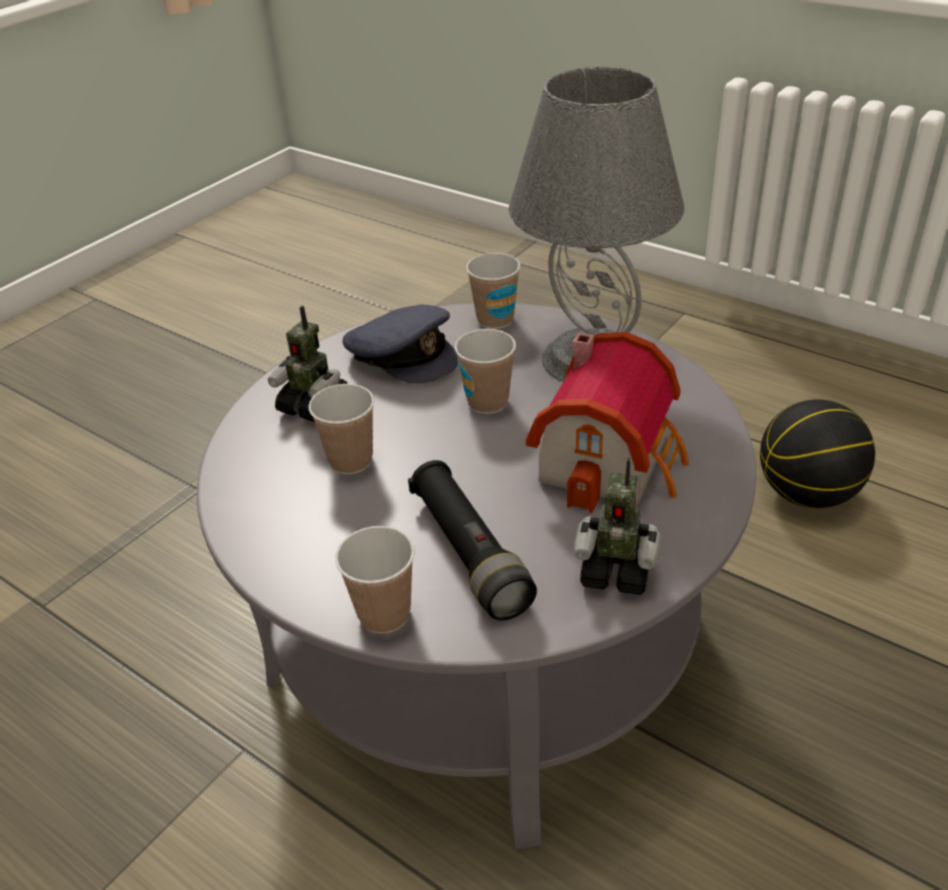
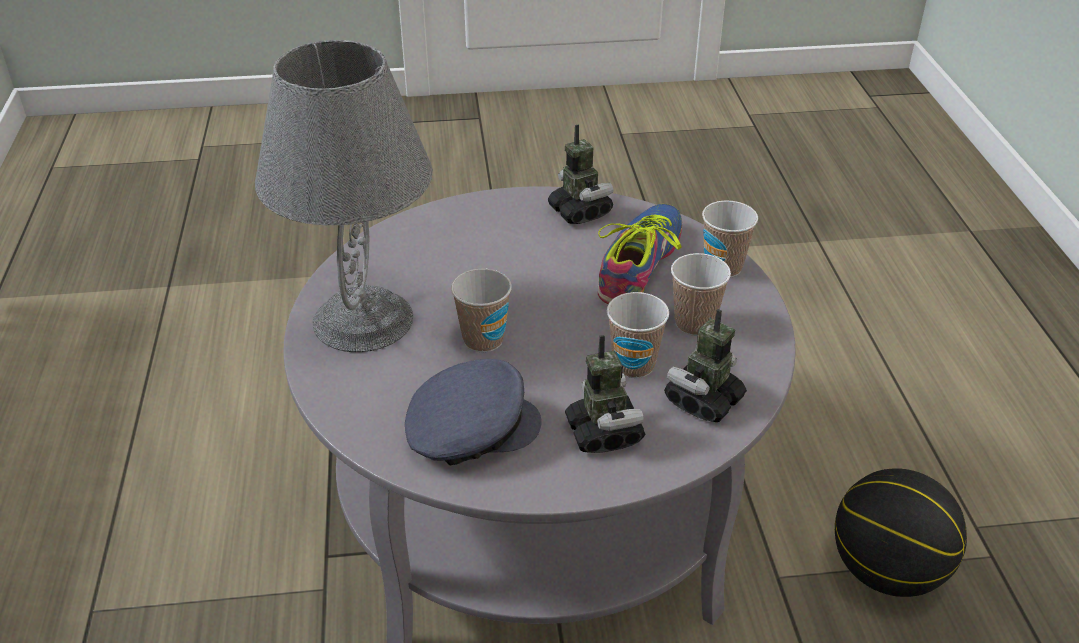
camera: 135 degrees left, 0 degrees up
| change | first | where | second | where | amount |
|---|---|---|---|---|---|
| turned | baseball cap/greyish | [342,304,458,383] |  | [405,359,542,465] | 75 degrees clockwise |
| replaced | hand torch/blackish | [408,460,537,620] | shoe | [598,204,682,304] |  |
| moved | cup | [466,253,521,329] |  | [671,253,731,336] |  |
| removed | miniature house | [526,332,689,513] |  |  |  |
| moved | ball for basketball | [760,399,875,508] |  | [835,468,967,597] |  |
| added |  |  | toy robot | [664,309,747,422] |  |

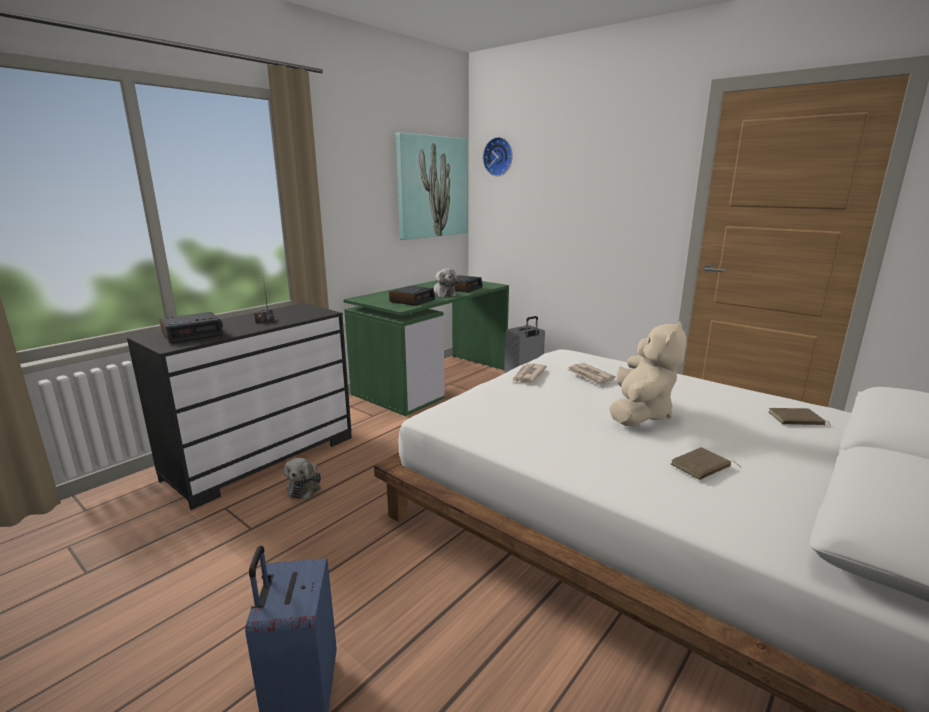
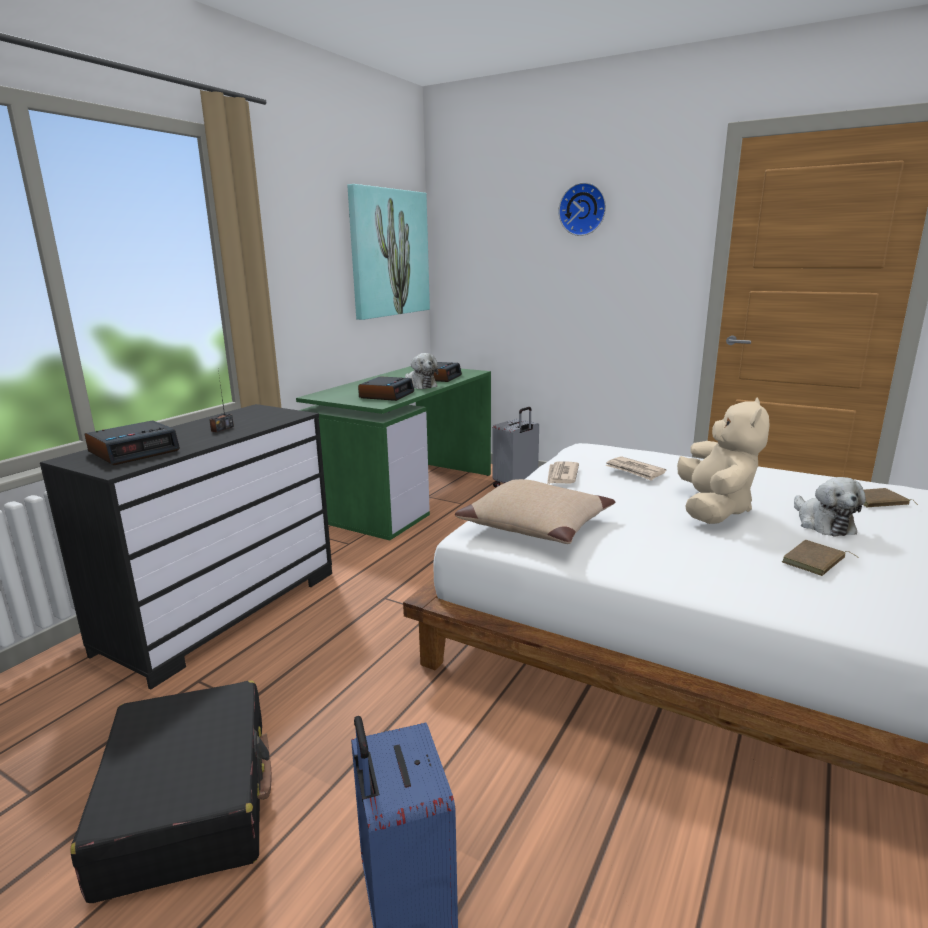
camera: 10 degrees left, 0 degrees up
| change | first | where | second | where | amount |
|---|---|---|---|---|---|
| moved | cuddly toy | [284,458,321,499] |  | [794,477,866,536] |  |
| moved | wall clock | [483,137,513,176] |  | [558,182,606,236] |  |
| added |  |  | piece of luggage/blackish | [70,681,272,903] |  |
| added |  |  | cushion/beige | [455,479,616,544] |  |

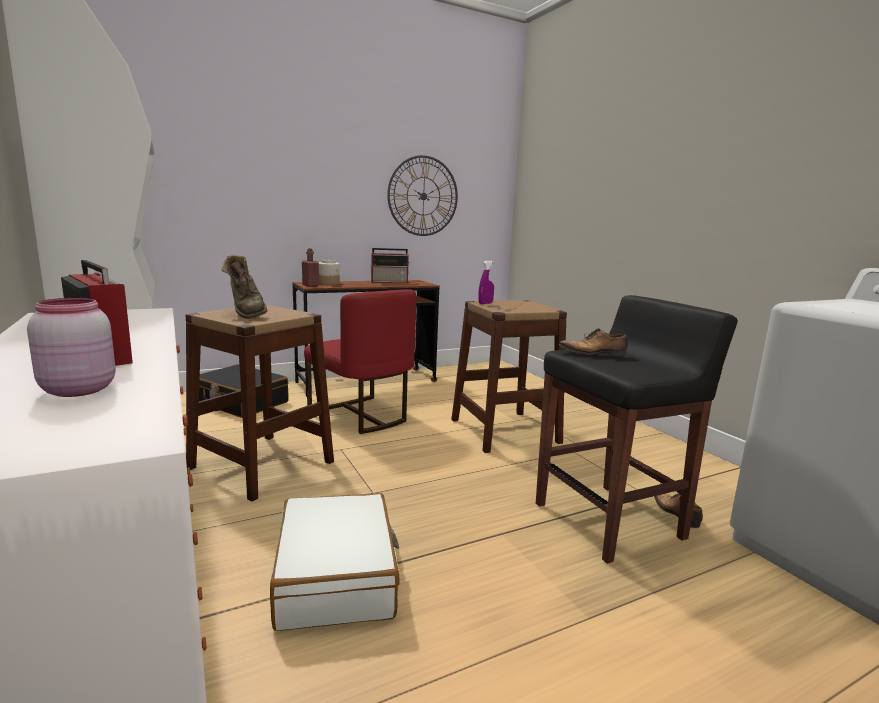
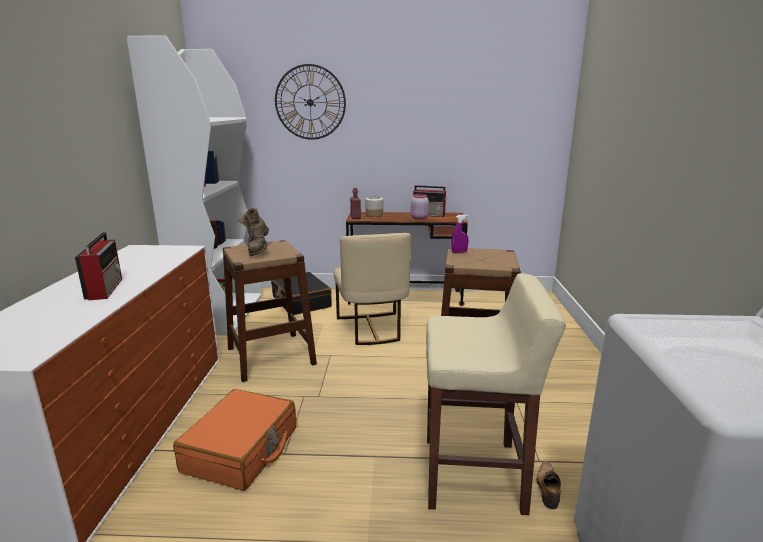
camera: 30 degrees right, 5 degrees up
| change | first | where | second | where | amount |
|---|---|---|---|---|---|
| moved | jar/pink | [27,298,116,397] |  | [411,194,429,219] |  |
| recoloured | piece of luggage/whitish | [270,493,400,631] | piece of luggage/orange-coloured | [173,389,296,491] |  |
| recoloured | upright chair/reddish | [304,289,416,434] | upright chair/beige | [334,233,411,345] |  |
| moved | wall clock | [387,155,458,236] |  | [275,64,346,140] |  |
| recoloured | sitting stool/blackish | [536,295,738,564] | sitting stool/beige | [426,273,566,515] |  |
| removed | shoe | [558,328,628,356] |  |  |  |

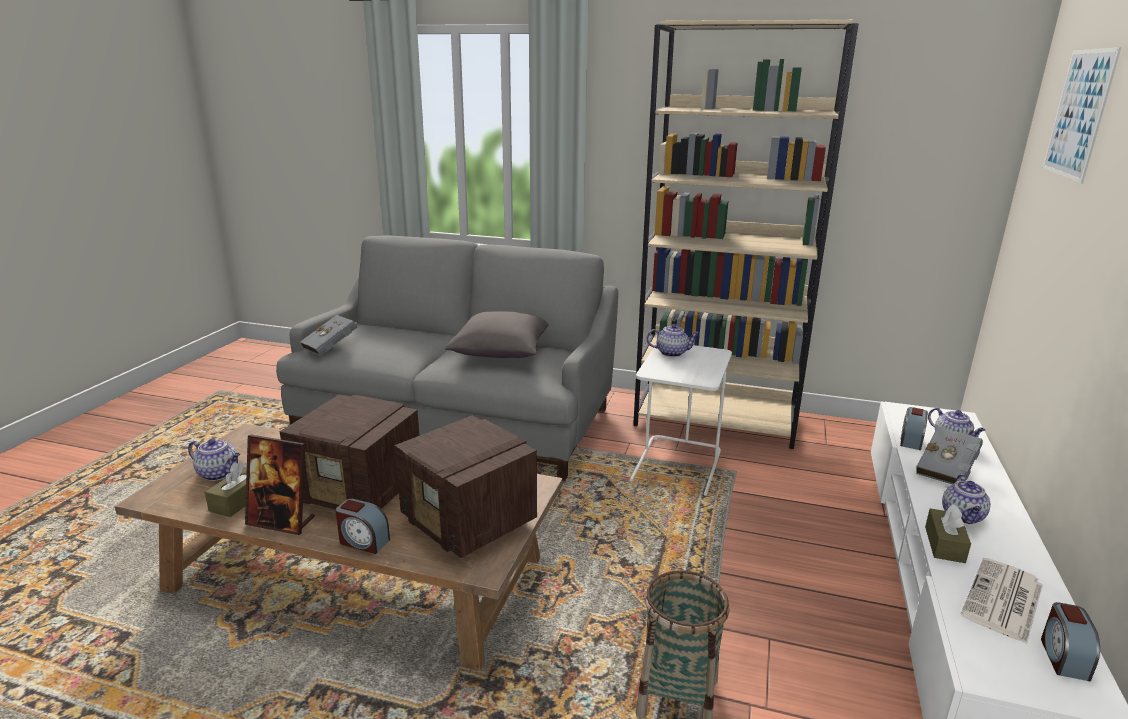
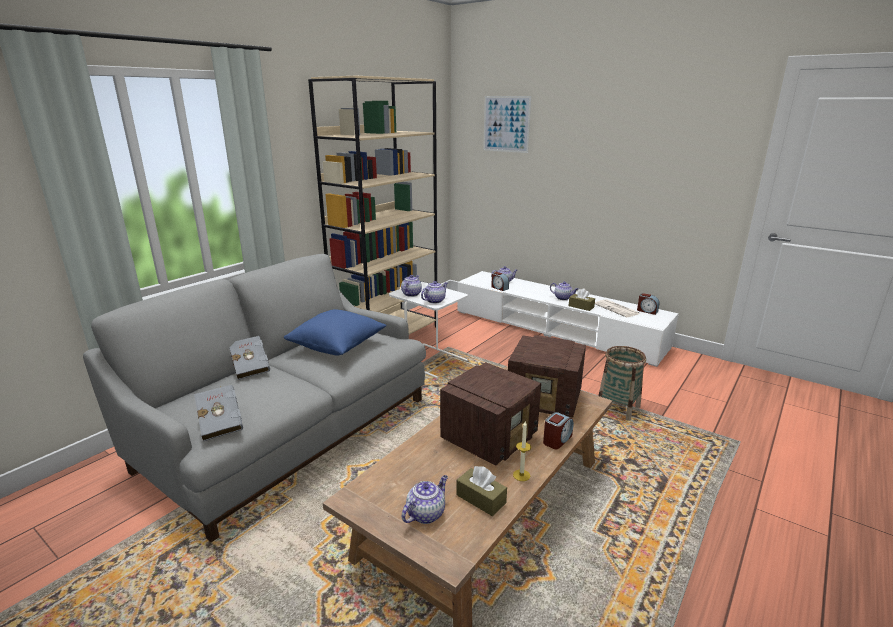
camera: 70 degrees left, 0 degrees up
| change | first | where | second | where | amount |
|---|---|---|---|---|---|
| replaced | standing frame | [245,435,315,535] | candle | [513,420,531,481] |  |
| turned | radio set | [395,415,537,558] |  | [508,335,586,418] | 45 degrees clockwise |
| recoloured | cushion/greyish | [445,311,548,358] | cushion/blue-coloured | [284,309,387,356] |  |
| moved | book/greyish | [916,427,983,485] |  | [229,336,270,380] |  |
| added |  |  | tea pot | [421,281,448,304] |  |

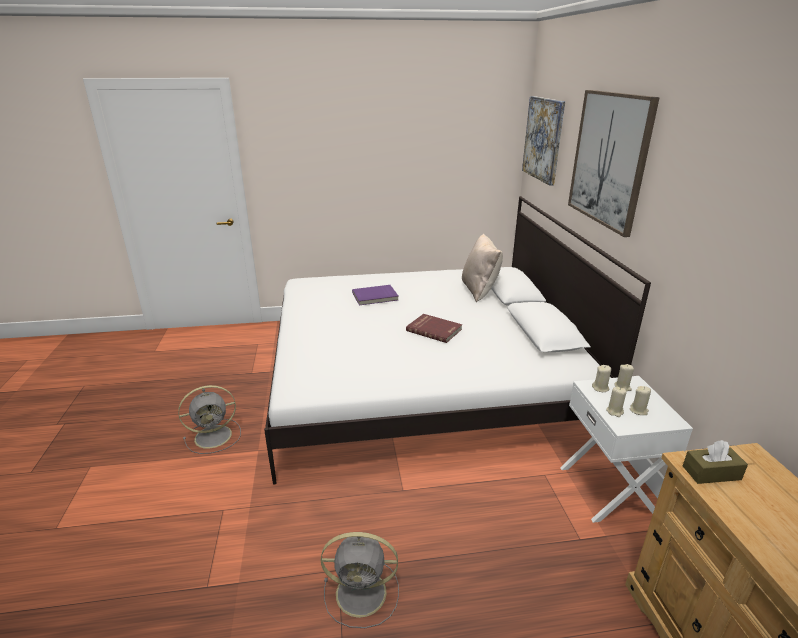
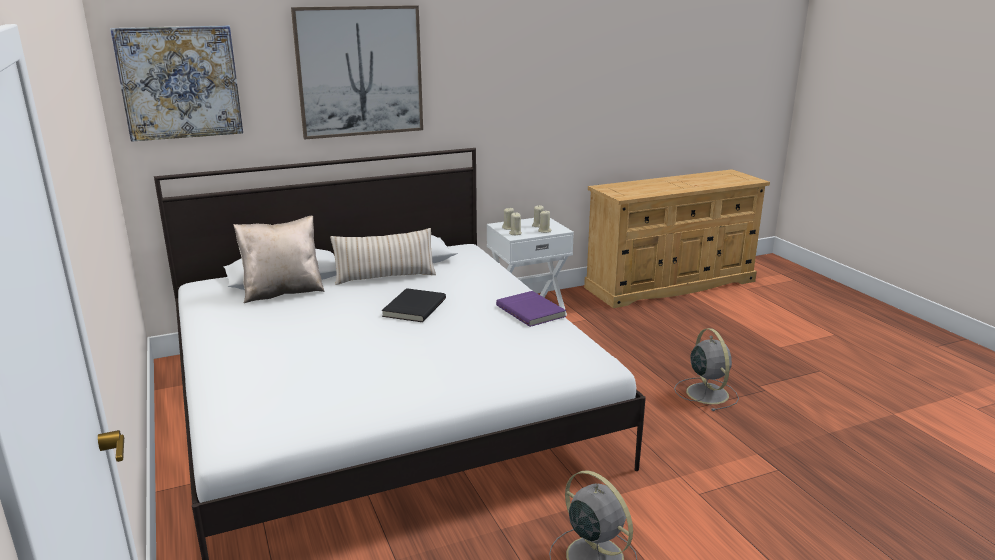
camera: 105 degrees left, 5 degrees down
| change | first | where | second | where | amount |
|---|---|---|---|---|---|
| moved | book/purple | [352,285,398,305] |  | [496,291,566,327] |  |
| recoloured | book/reddish | [406,314,462,343] | book/blackish | [382,288,446,322] |  |
| removed | box of tissues/brown | [683,440,748,484] |  |  |  |
| added |  |  | cushion/beige | [330,228,436,285] |  |

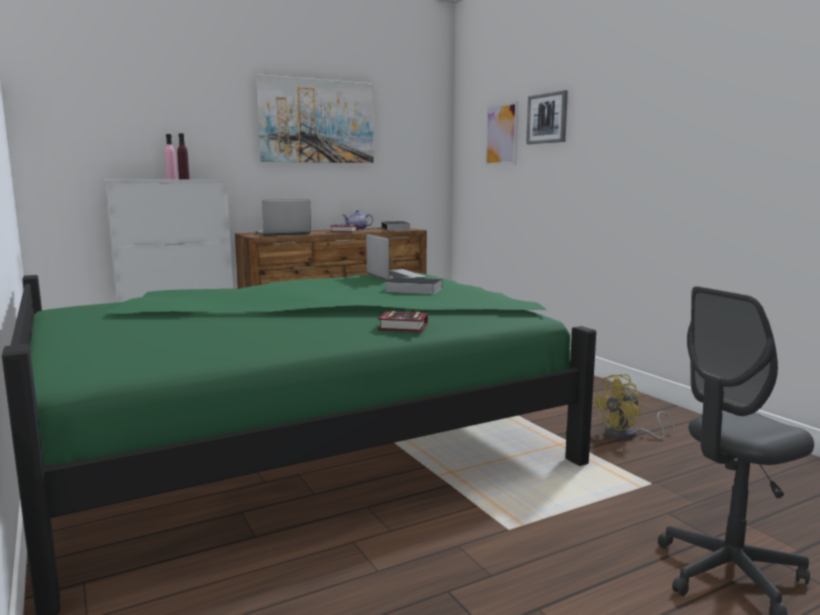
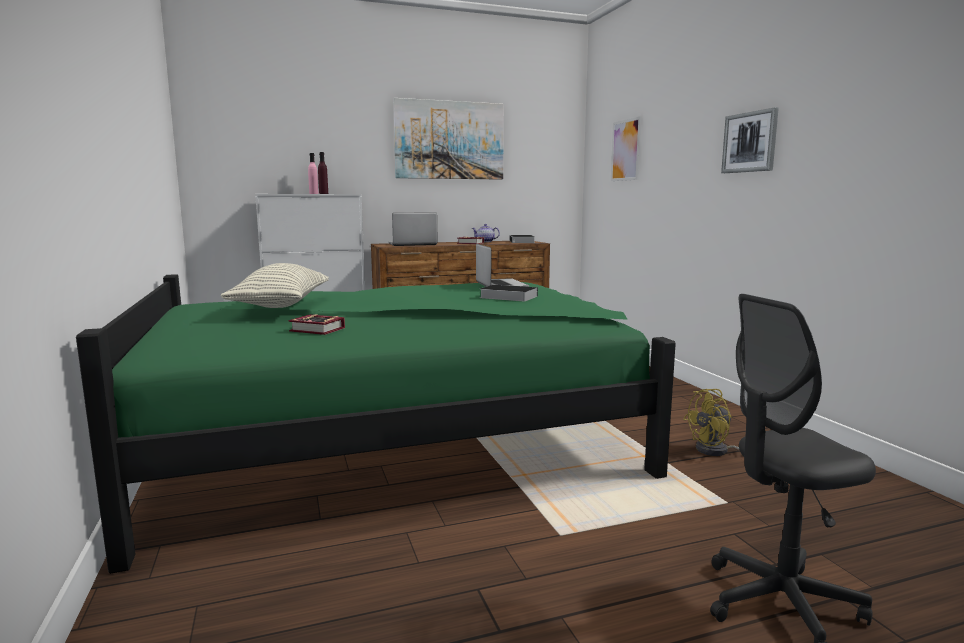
camera: 10 degrees right, 0 degrees up
| change | first | where | second | where | amount |
|---|---|---|---|---|---|
| moved | book | [378,311,428,332] |  | [288,314,345,335] |  |
| moved | wall art | [526,90,568,144] |  | [721,107,779,173] |  |
| added |  |  | cushion | [221,263,329,308] |  |

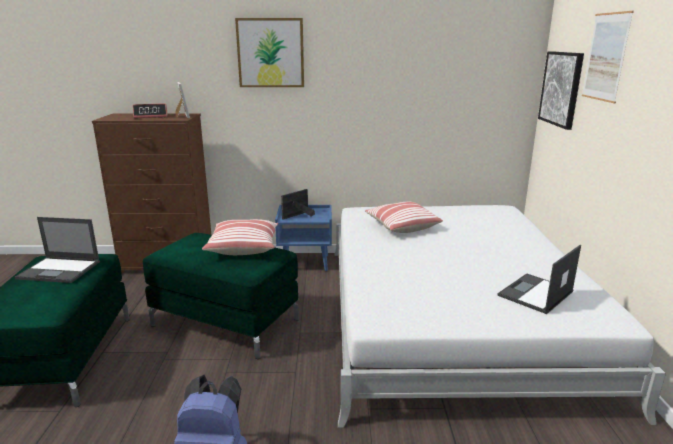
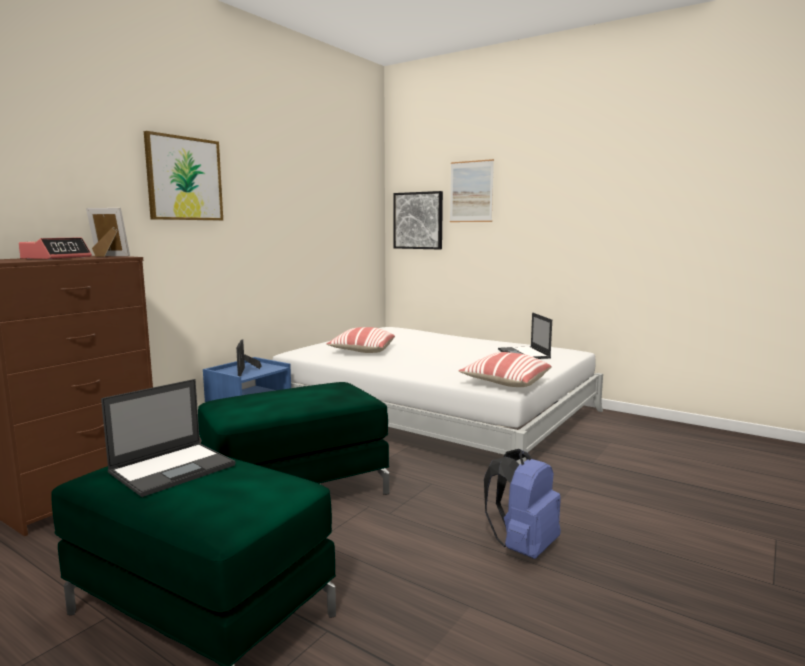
camera: 55 degrees left, 10 degrees down
| change | first | where | second | where | amount |
|---|---|---|---|---|---|
| moved | cushion | [202,219,278,255] |  | [459,352,551,387] |  |

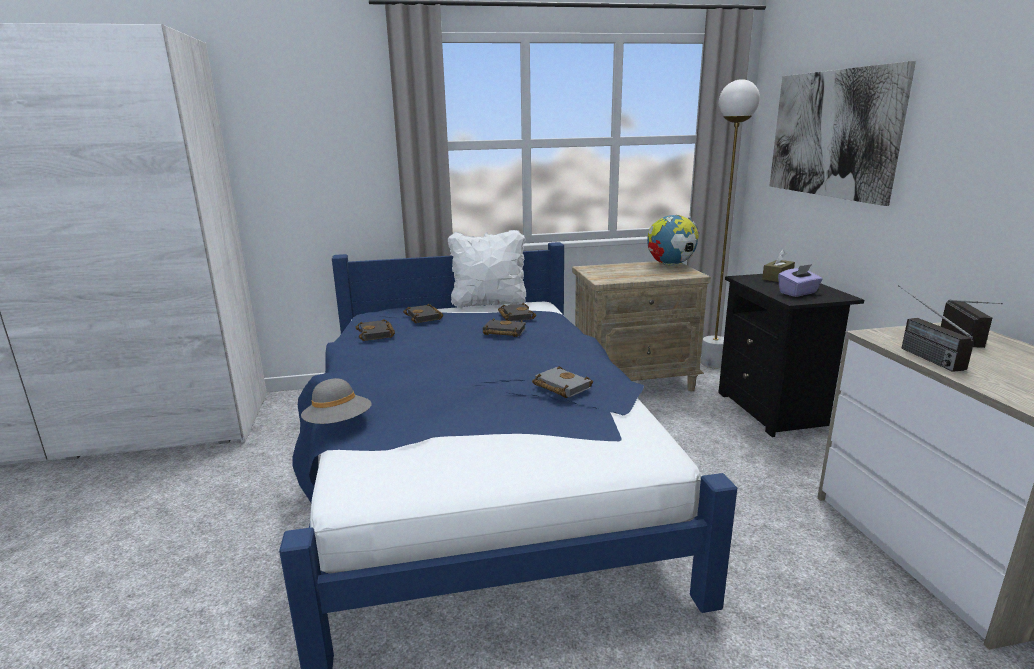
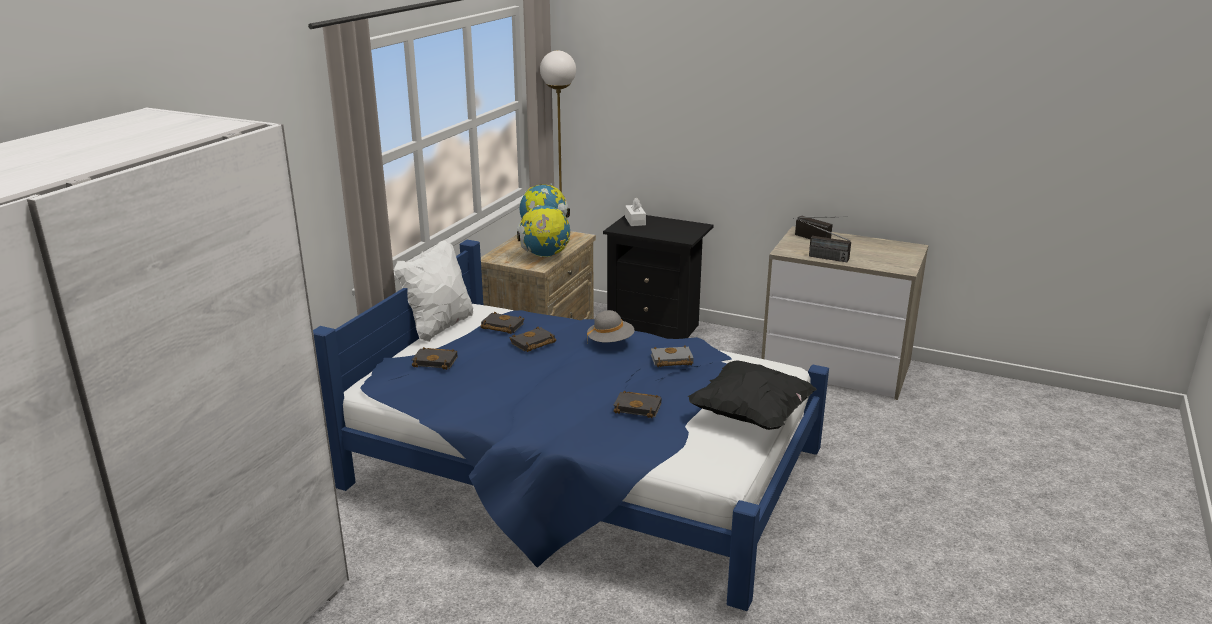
camera: 55 degrees left, 5 degrees up
| change | first | where | second | where | amount |
|---|---|---|---|---|---|
| moved | clothing hat/greyish | [301,378,372,424] |  | [587,310,634,342] |  |
| moved | book/blackish | [356,319,395,341] |  | [613,391,661,418] |  |
| recoloured | box of tissues/brown | [762,250,795,282] | box of tissues/whitish | [625,198,646,226] |  |
| removed | wall art | [769,61,916,206] |  |  |  |
| removed | box of tissues/purple | [778,264,823,297] |  |  |  |
| added |  |  | world globe | [517,205,570,257] |  |
| added |  |  | cushion/blackish | [687,360,817,430] |  |

